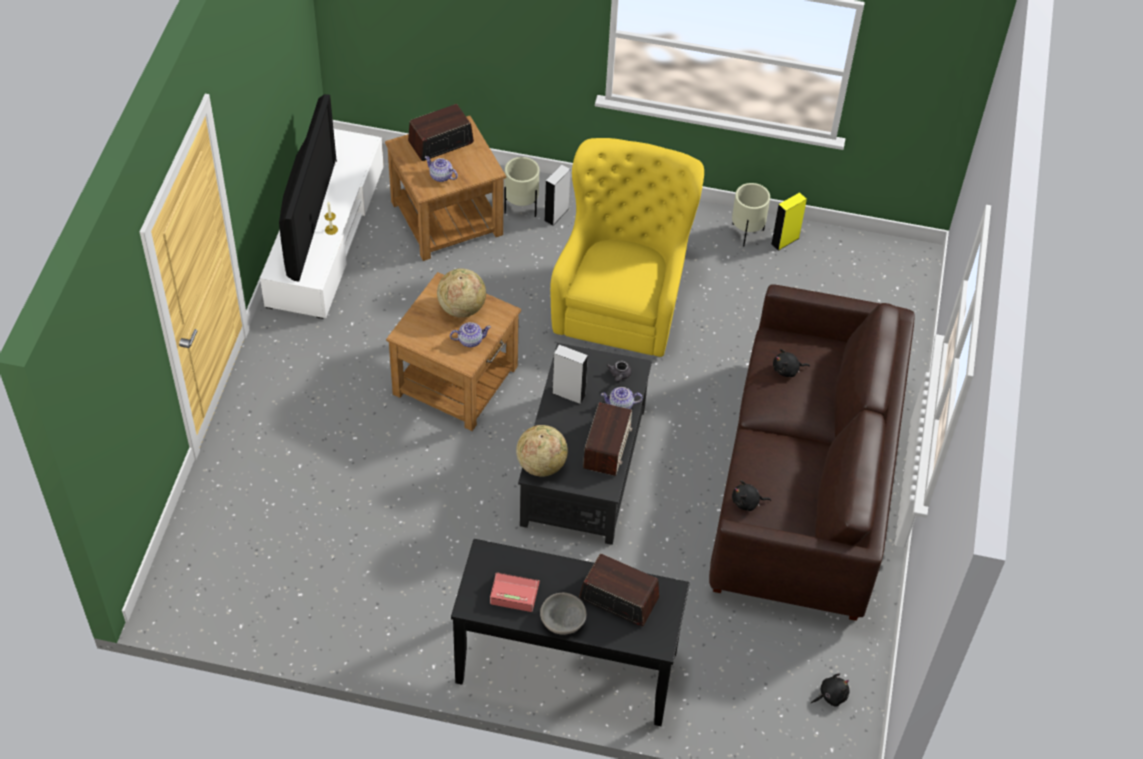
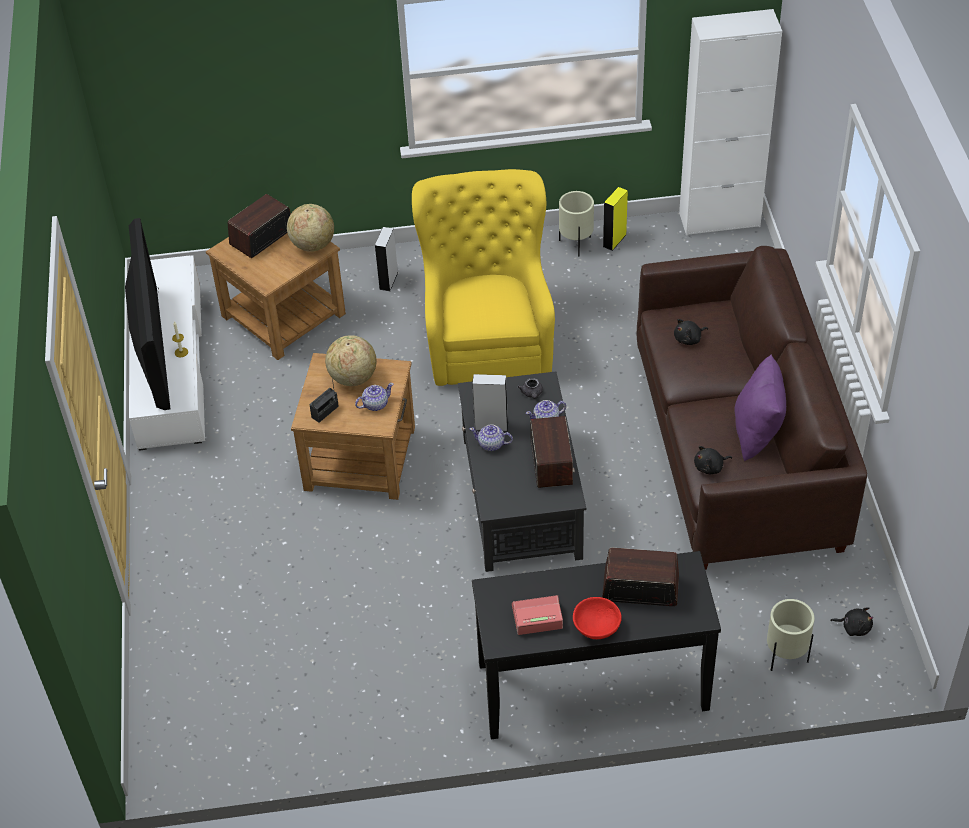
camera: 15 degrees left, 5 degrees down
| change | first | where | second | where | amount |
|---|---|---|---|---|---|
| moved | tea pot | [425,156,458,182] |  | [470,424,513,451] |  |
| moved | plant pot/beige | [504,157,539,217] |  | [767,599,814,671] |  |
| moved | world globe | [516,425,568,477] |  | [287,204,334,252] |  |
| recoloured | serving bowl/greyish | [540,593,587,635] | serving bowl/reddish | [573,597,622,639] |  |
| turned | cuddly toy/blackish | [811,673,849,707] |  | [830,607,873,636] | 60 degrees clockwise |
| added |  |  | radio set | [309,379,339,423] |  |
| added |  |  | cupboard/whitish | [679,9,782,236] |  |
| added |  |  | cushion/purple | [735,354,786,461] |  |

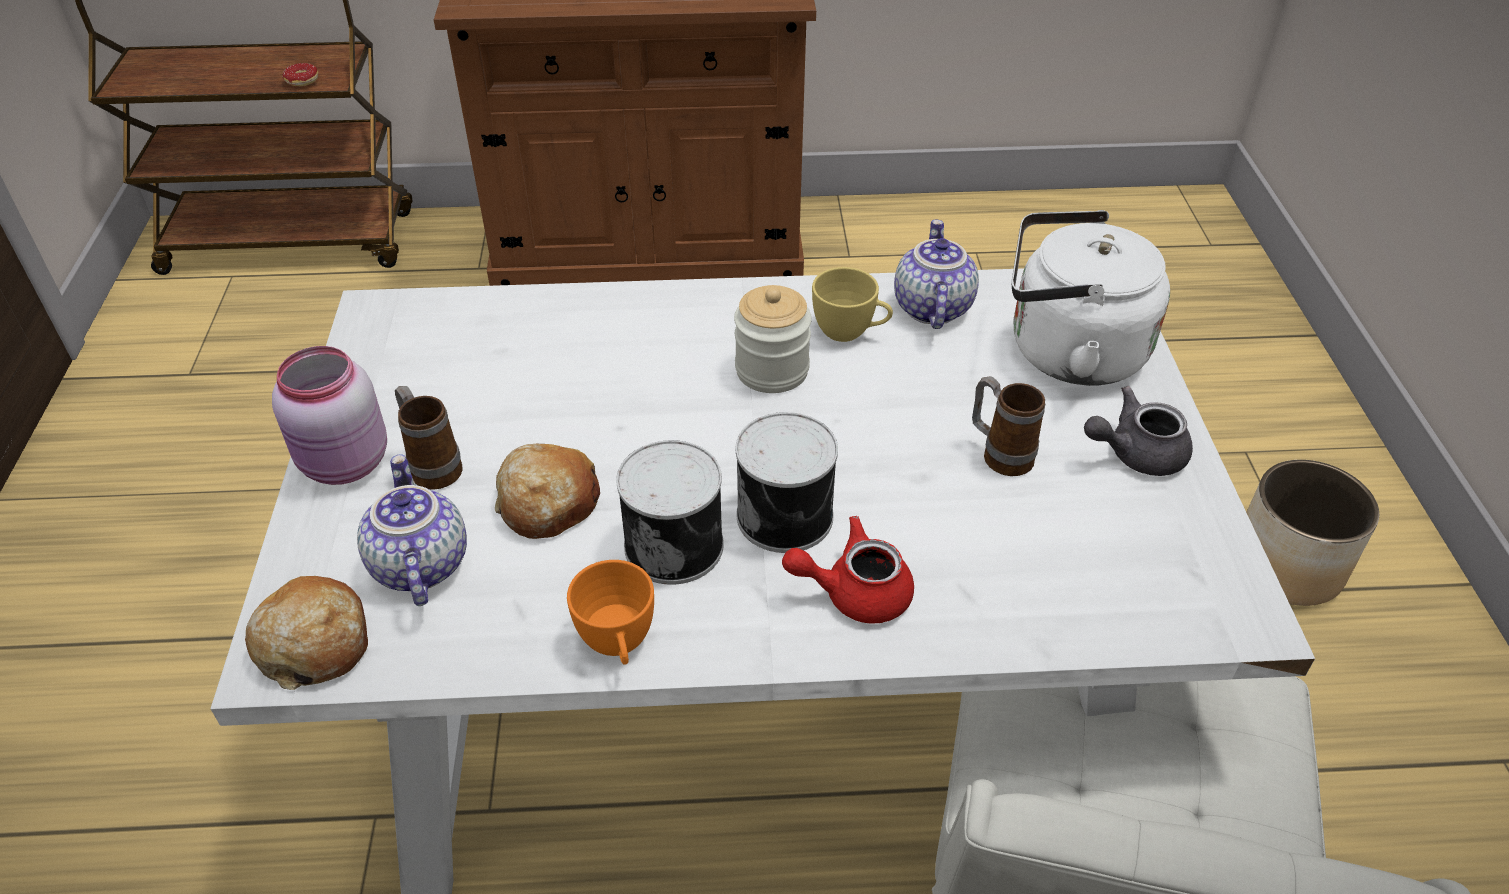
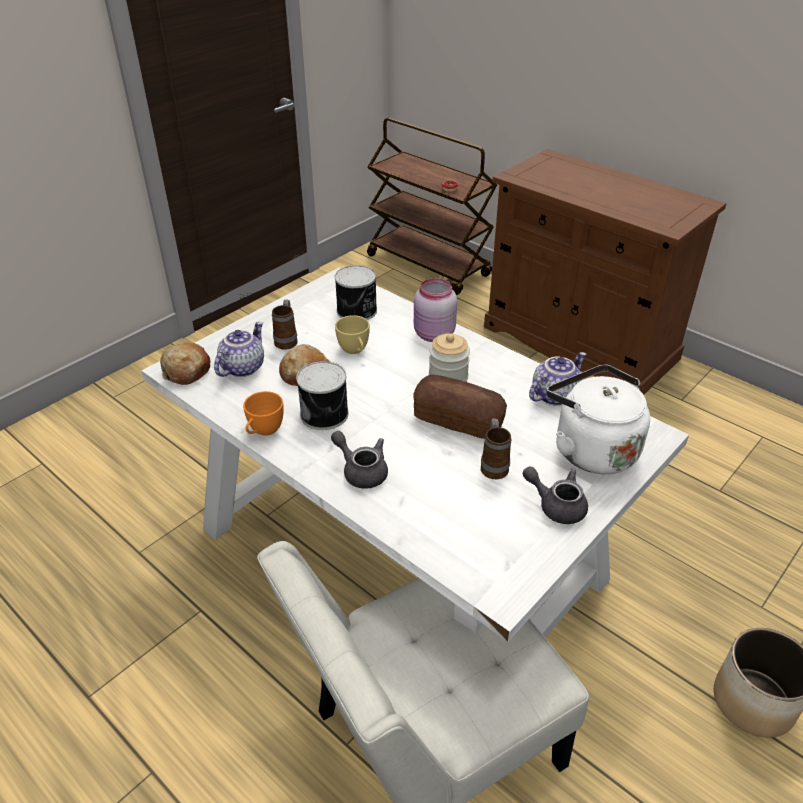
camera: 45 degrees right, 5 degrees down
| change | first | where | second | where | amount |
|---|---|---|---|---|---|
| moved | jar/pink | [272,346,387,485] |  | [414,278,457,342] |  |
| moved | can | [736,412,838,553] |  | [335,265,377,320] |  |
| recoloured | tea pot/reddish | [782,516,914,623] | tea pot/greyish | [331,431,388,489] |  |
| moved | cup/yellow-coloured | [812,267,893,342] |  | [335,315,370,354] |  |
| added |  |  | bakery bread | [413,375,507,439] |  |

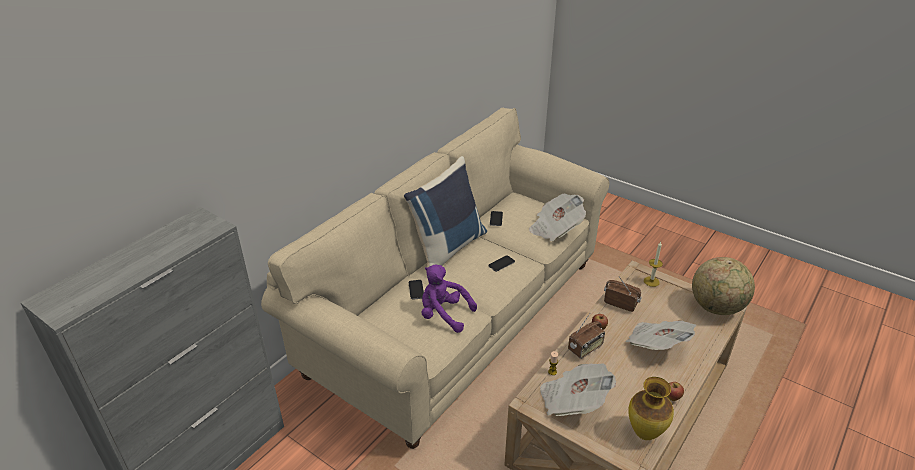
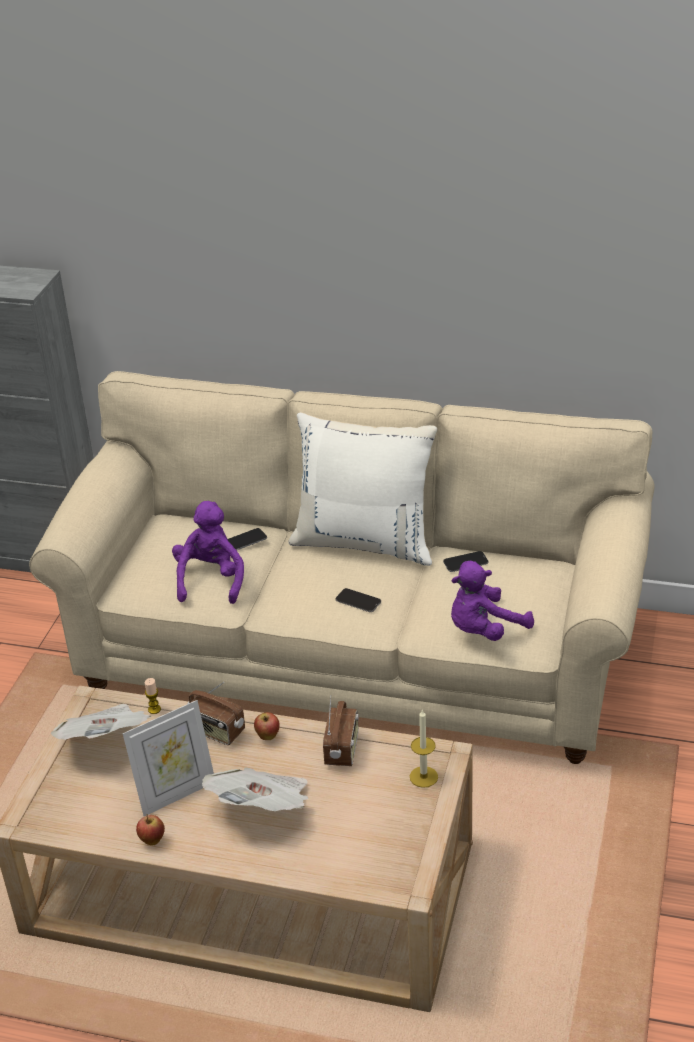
camera: 70 degrees right, 0 degrees up
| change | first | where | second | where | amount |
|---|---|---|---|---|---|
| recoloured | cushion/blue-coloured | [404,156,487,268] | cushion/whitish | [288,412,437,566] |  |
| replaced | printed paper | [529,194,586,241] | cuddly toy/purple | [451,561,534,641] |  |
| removed | flower vase | [628,377,674,440] |  |  |  |
| removed | world globe | [692,257,755,315] |  |  |  |
| added |  |  | standing frame | [123,700,214,816] |  |

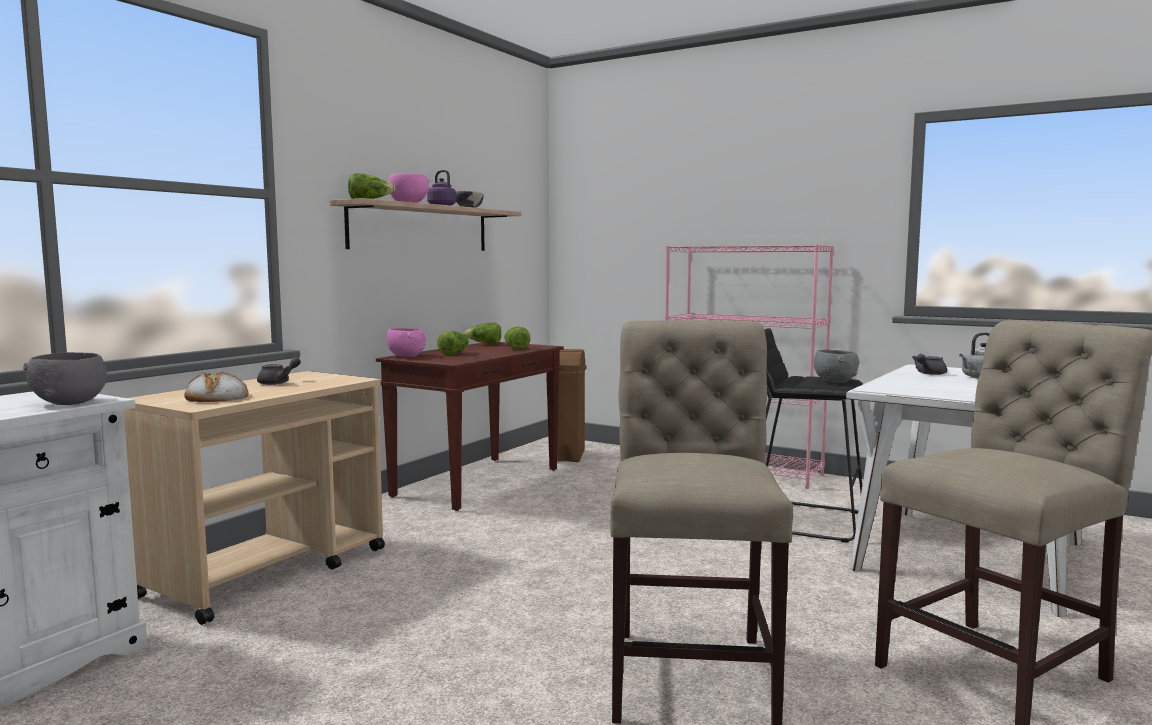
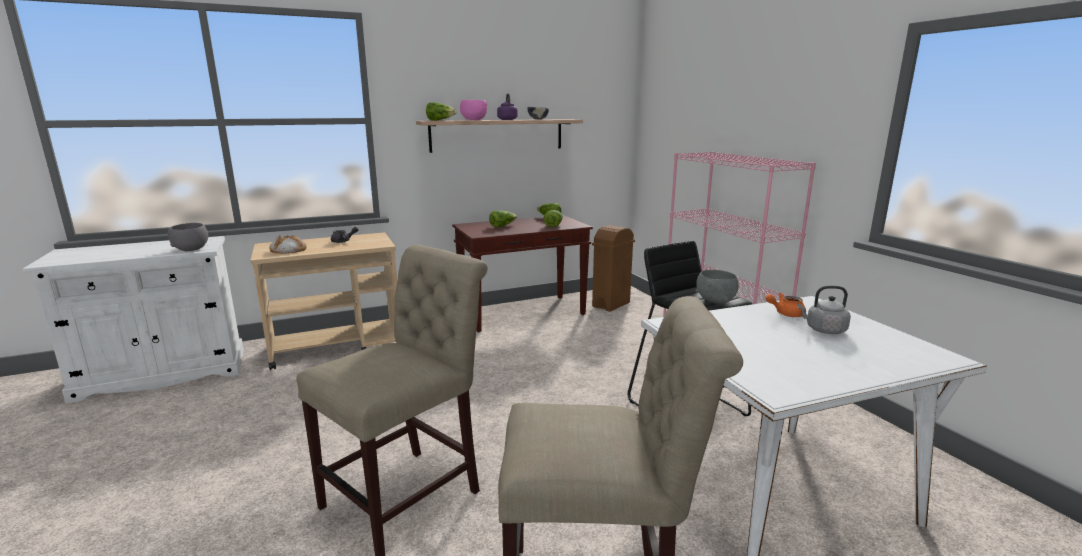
camera: 35 degrees right, 10 degrees up
| change | first | where | second | where | amount |
|---|---|---|---|---|---|
| removed | serving bowl/pink | [387,328,426,357] |  |  |  |
| recoloured | tea pot/greyish | [912,354,947,375] | tea pot/orange-coloured | [765,293,806,317] |  |

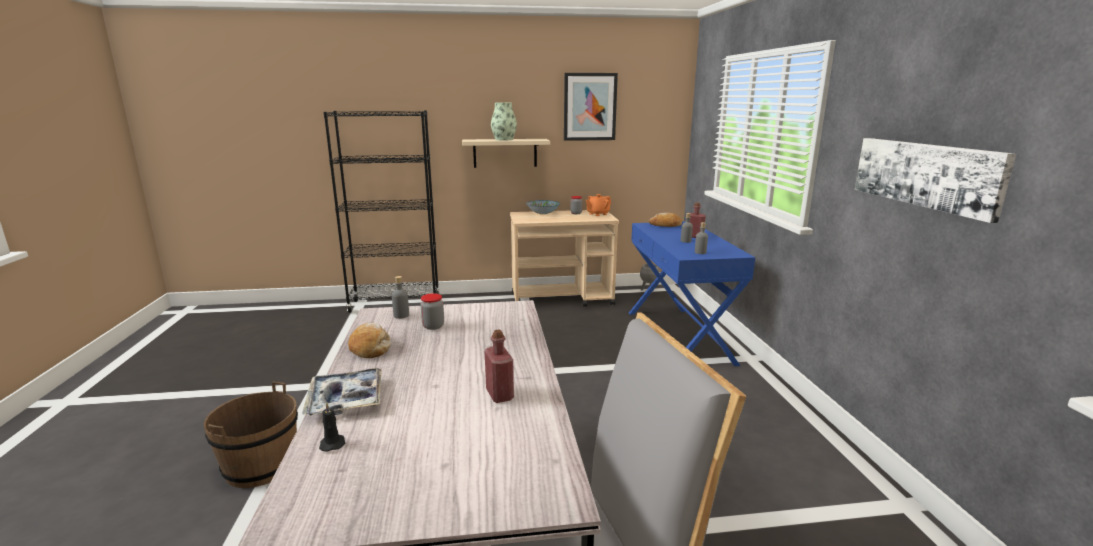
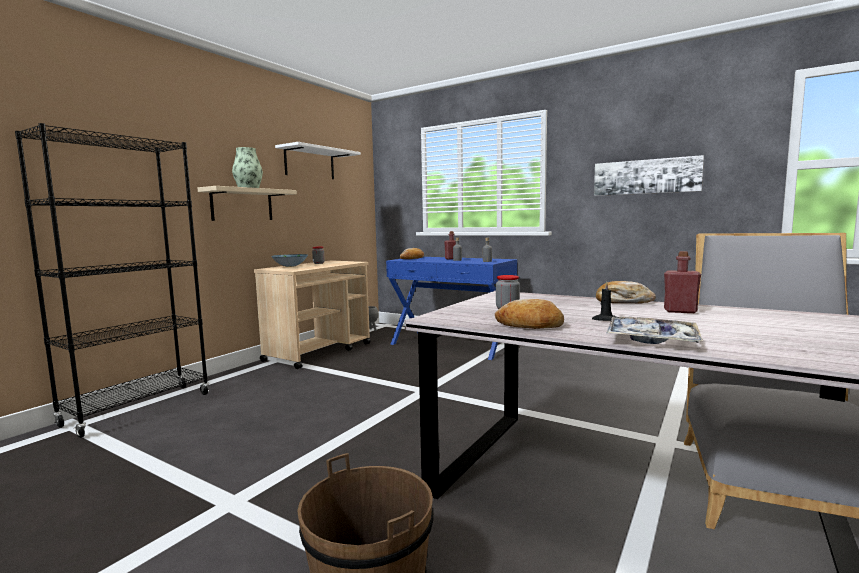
camera: 50 degrees left, 10 degrees down
| change | first | where | second | where | amount |
|---|---|---|---|---|---|
| moved | candle/blackish | [319,402,345,452] |  | [592,282,616,321] |  |
| removed | drink bottle/greyish | [392,276,409,319] |  |  |  |
| replaced | wall art | [564,73,618,141] | shelf/whitish | [275,142,361,179] |  |
| removed | tea pot/orange-coloured | [586,194,611,216] |  |  |  |
| added |  |  | bakery bread | [596,281,656,303] |  |

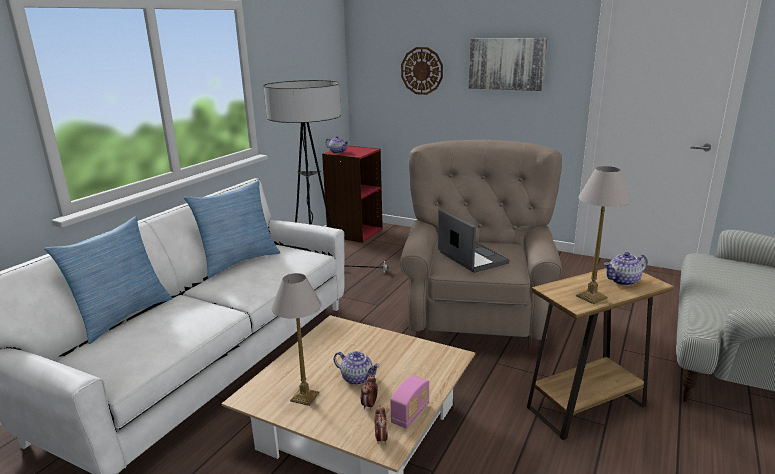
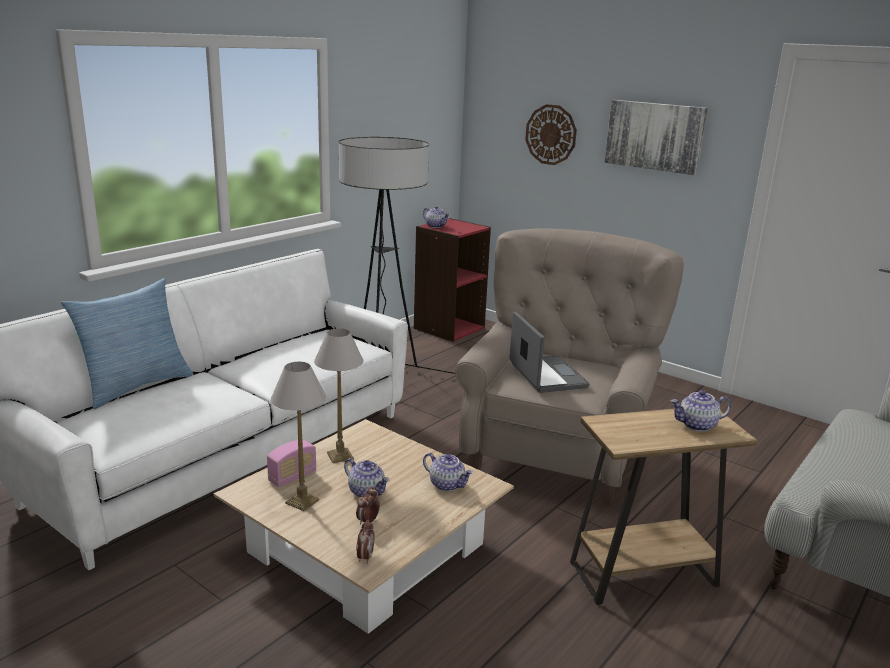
camera: 10 degrees right, 0 degrees up
| change | first | where | second | where | amount |
|---|---|---|---|---|---|
| removed | cushion | [184,180,281,278] |  |  |  |
| moved | radio set | [391,375,429,429] |  | [267,440,317,487] |  |
| moved | lamp for a table | [576,166,631,304] |  | [314,328,363,463] |  |
| added |  |  | tea pot | [423,453,473,491] |  |

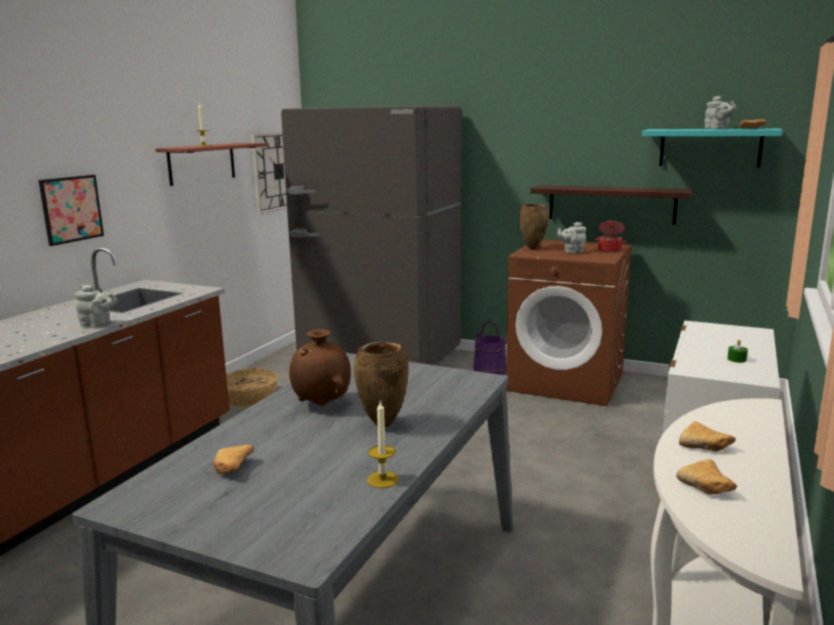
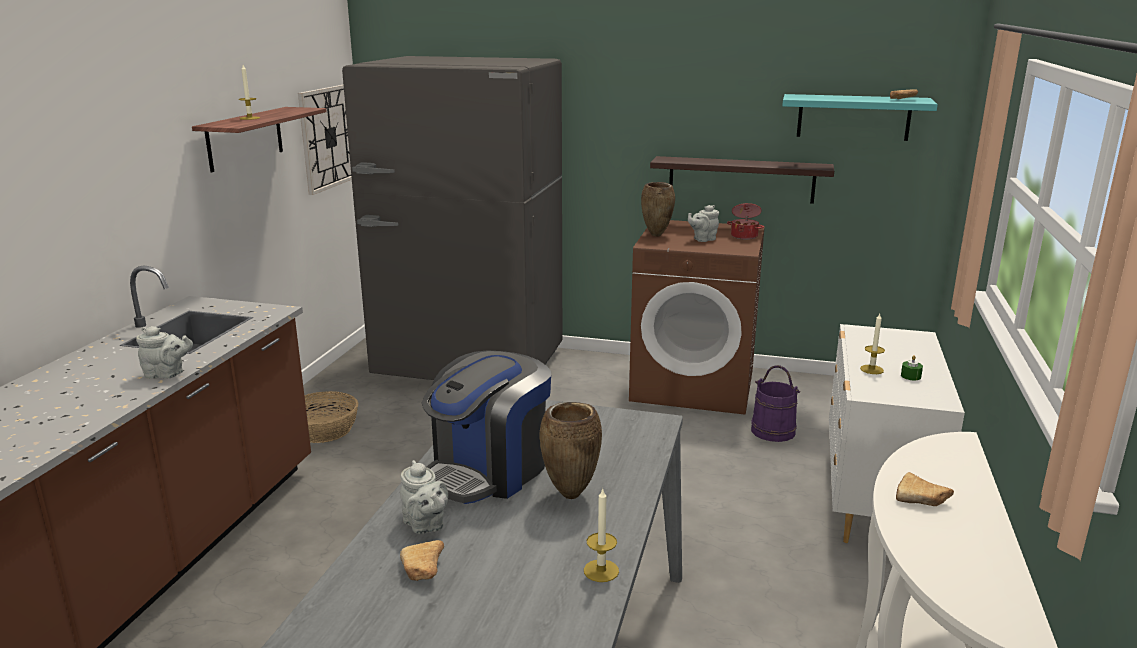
camera: 10 degrees left, 5 degrees up
| change | first | where | second | where | amount |
|---|---|---|---|---|---|
| removed | wall art | [38,175,104,246] |  |  |  |
| replaced | flower vase/brown | [289,329,351,406] | coffee brewer | [422,350,551,504] |  |
| moved | bucket/purple | [473,320,506,375] |  | [751,365,800,442] |  |
| removed | bakery bread | [676,459,737,495] |  |  |  |
| moved | tea pot/greyish | [705,96,736,129] |  | [400,460,448,534] |  |
| added |  |  | candle | [860,314,885,374] |  |

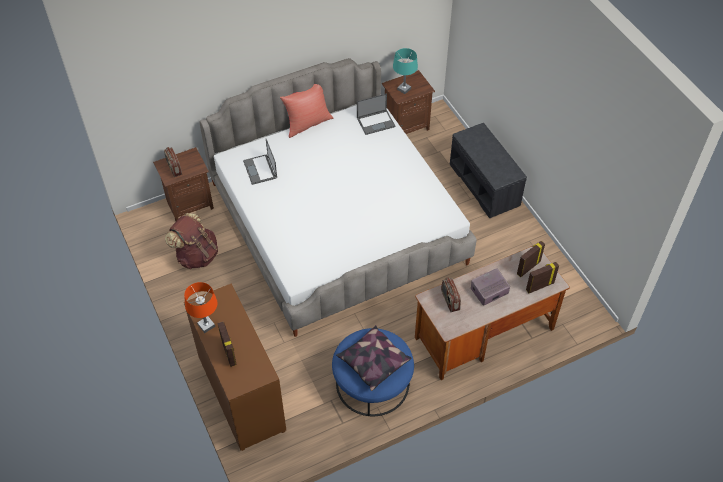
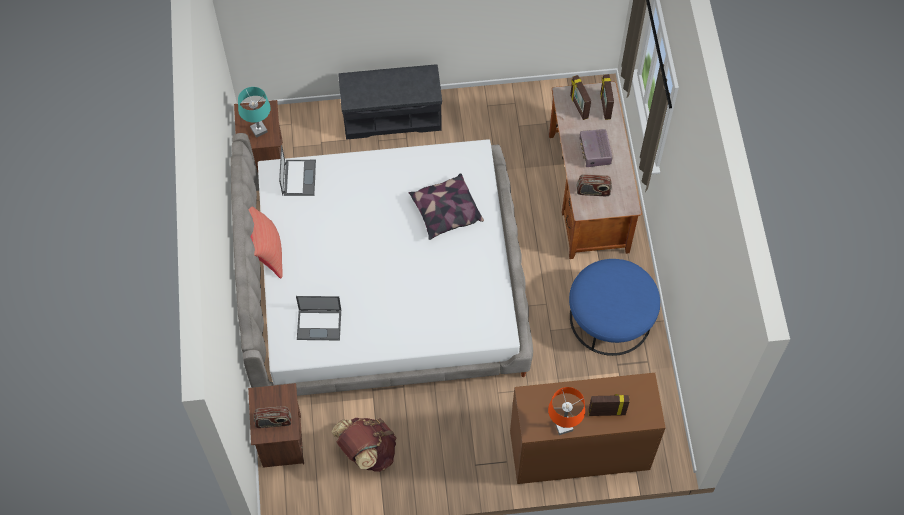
camera: 70 degrees left, 10 degrees up
| change | first | where | second | where | amount |
|---|---|---|---|---|---|
| moved | cushion | [336,325,411,391] |  | [409,173,484,240] |  |

